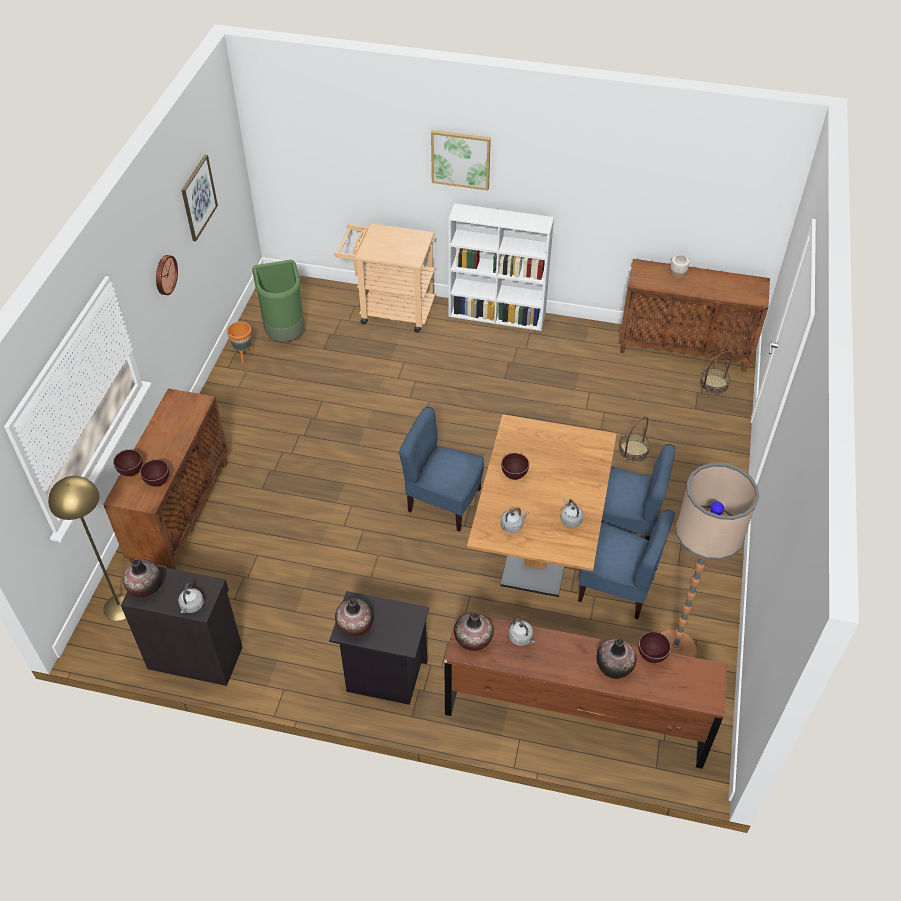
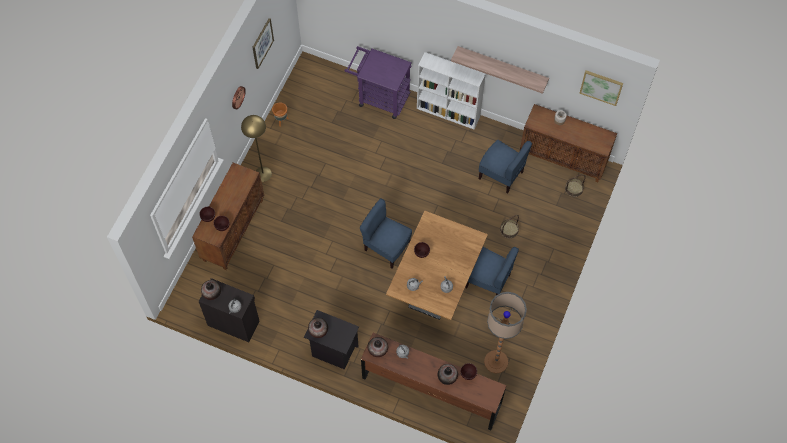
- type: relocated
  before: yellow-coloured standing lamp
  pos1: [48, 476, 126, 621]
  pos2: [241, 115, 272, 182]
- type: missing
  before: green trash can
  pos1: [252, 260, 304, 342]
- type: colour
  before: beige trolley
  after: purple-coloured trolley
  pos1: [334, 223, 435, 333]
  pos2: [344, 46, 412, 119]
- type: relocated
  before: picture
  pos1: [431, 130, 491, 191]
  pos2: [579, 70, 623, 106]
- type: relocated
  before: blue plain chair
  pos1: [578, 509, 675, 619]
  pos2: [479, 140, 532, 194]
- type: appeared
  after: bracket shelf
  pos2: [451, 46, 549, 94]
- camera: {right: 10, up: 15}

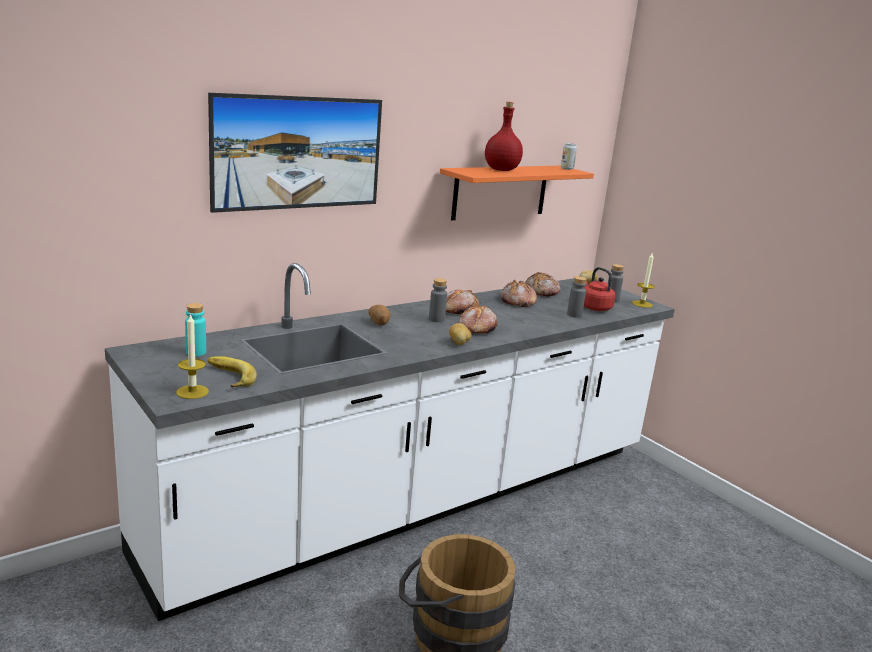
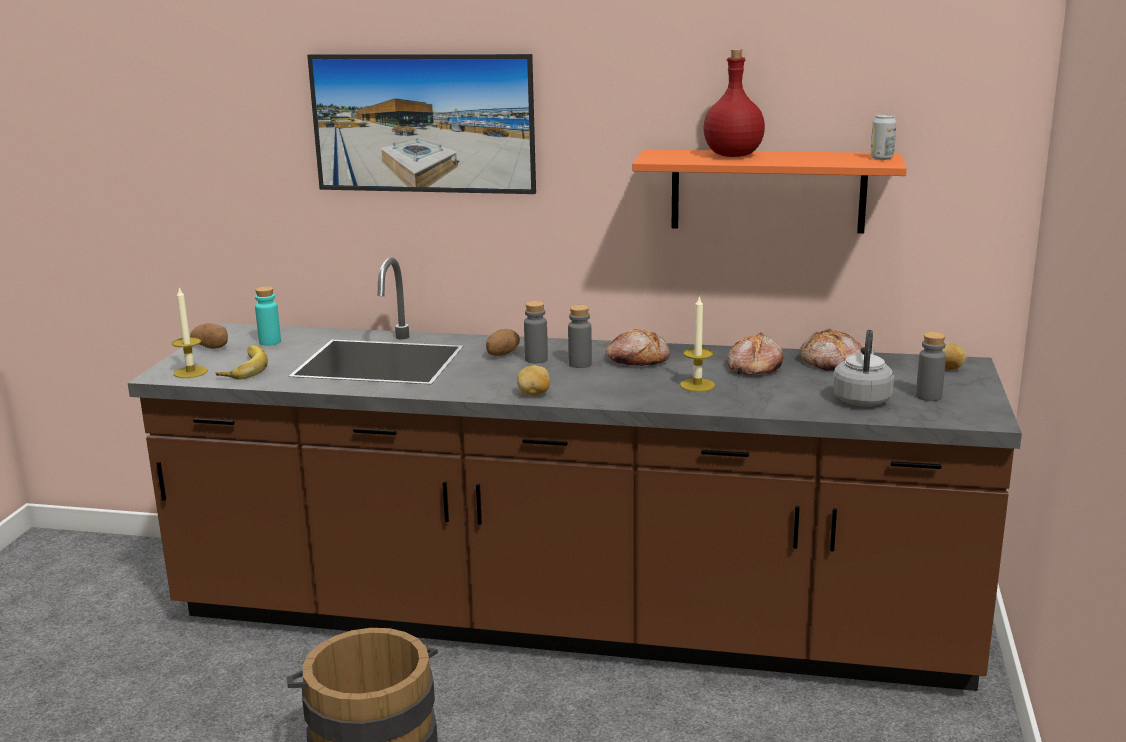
- type: colour
  before: whitish kitchen counter
  after: brown kitchen counter
  pos1: [105, 263, 675, 621]
  pos2: [128, 257, 1022, 691]
- type: missing
  before: bread
  pos1: [458, 305, 498, 333]
- type: relocated
  before: grey drink bottle
  pos1: [567, 276, 586, 318]
  pos2: [524, 301, 548, 363]
- type: colour
  before: red-coloured water kettle
  after: grey water kettle
  pos1: [584, 267, 615, 311]
  pos2: [833, 329, 894, 406]
- type: relocated
  before: wax light
  pos1: [632, 253, 655, 308]
  pos2: [680, 295, 715, 392]
- type: appeared
  after: whole potato
  pos2: [190, 323, 228, 349]
- camera: {right: 50, up: 0}

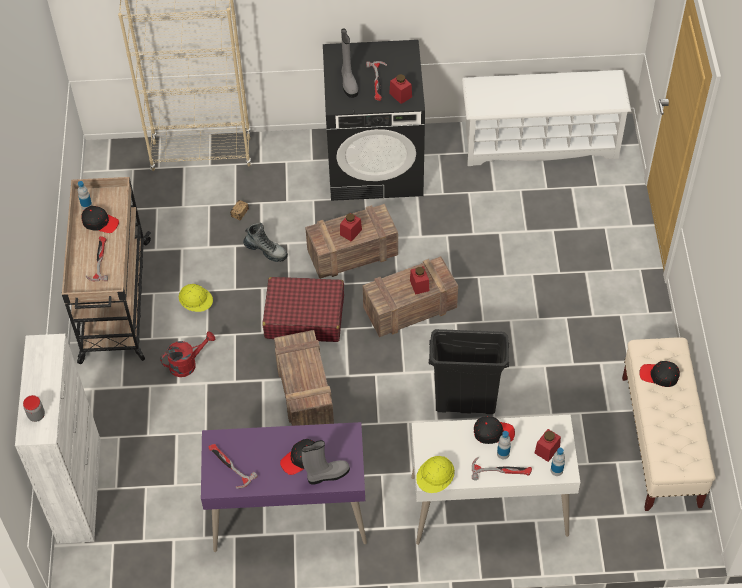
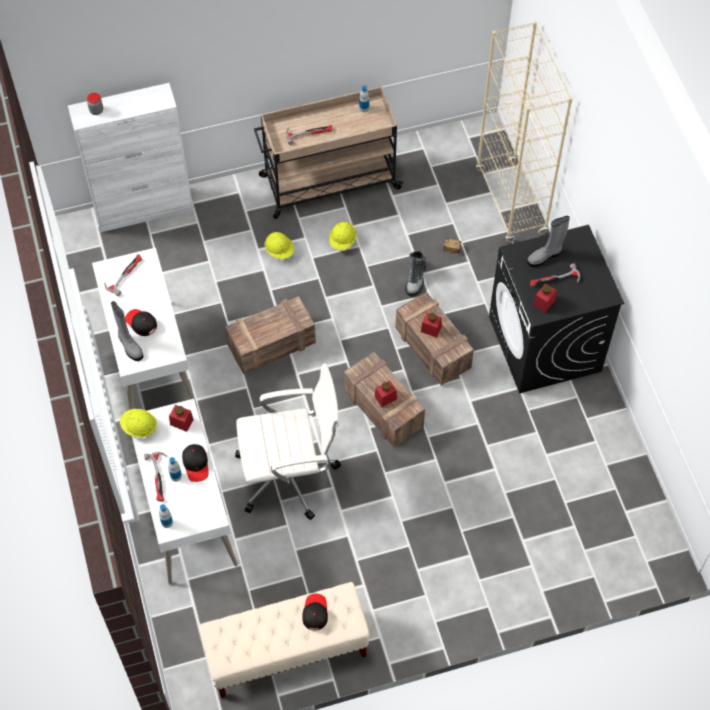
- type: missing
  before: black-coloured baseball cap
  pos1: [82, 206, 119, 233]
- type: exchanged
  before: red-coloured watering can
  after: yellow-coloured work helmet
  pos1: [160, 332, 215, 377]
  pos2: [265, 232, 294, 259]
- type: colour
  before: purple-coloured desk table
  after: whitish desk table
  pos1: [201, 422, 367, 552]
  pos2: [92, 248, 197, 410]
- type: missing
  before: red-coloured travel case
  pos1: [262, 277, 344, 342]
- type: exchanged
  before: black-coloured trash can
  after: whitish desk chair
  pos1: [429, 329, 509, 414]
  pos2: [235, 363, 341, 520]
- type: missing
  before: whitish shoe rack
  pos1: [462, 70, 631, 166]
- type: relocated
  before: red-coloured preserve jar
  pos1: [535, 429, 561, 462]
  pos2: [169, 405, 194, 432]
- camera: {right: 75, up: 5}

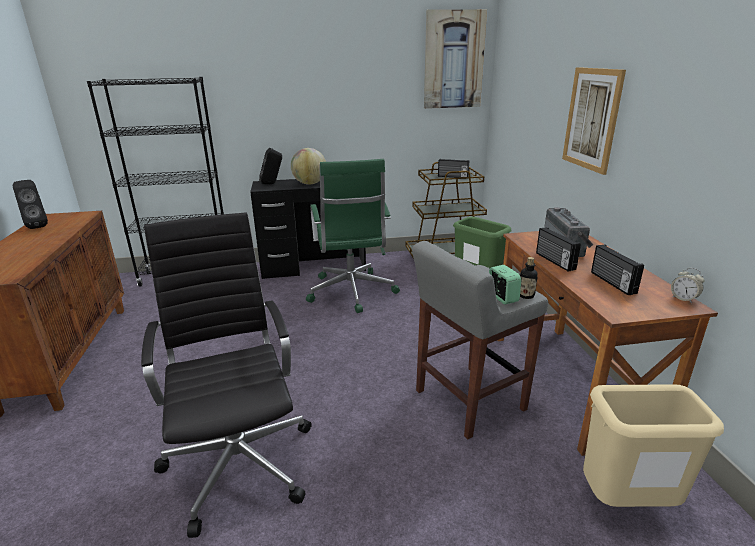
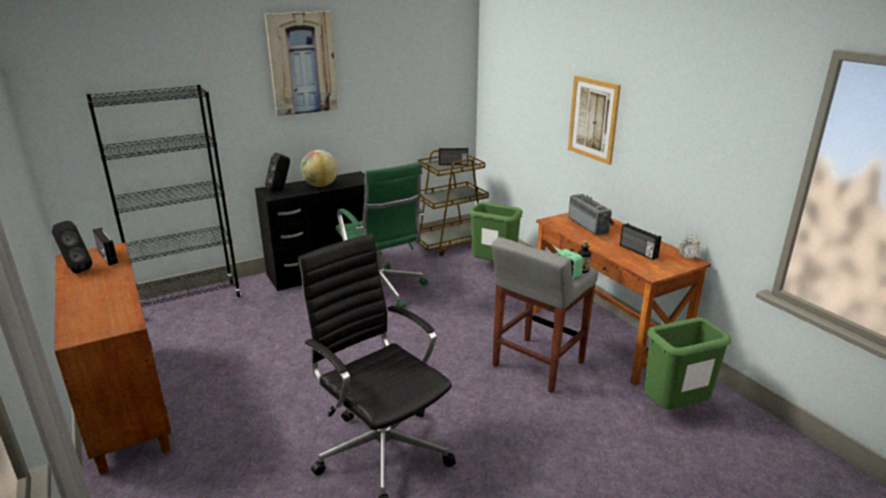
- type: relocated
  before: picture
  pos1: [424, 9, 487, 109]
  pos2: [265, 11, 338, 116]
- type: relocated
  before: radio receiver
  pos1: [536, 227, 581, 272]
  pos2: [93, 228, 118, 265]
- type: colour
  before: beige trash can
  after: green trash can
  pos1: [583, 384, 724, 507]
  pos2: [645, 317, 731, 409]
- camera: {right: -20, up: 0}

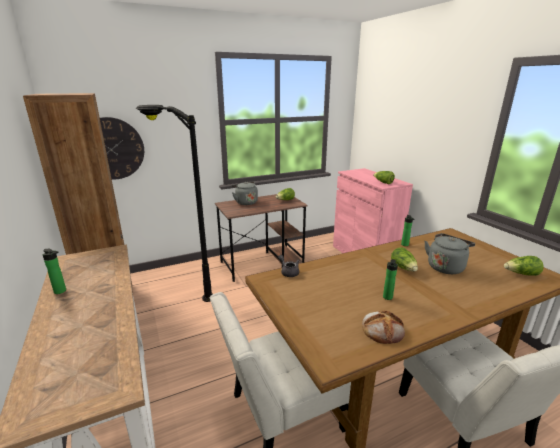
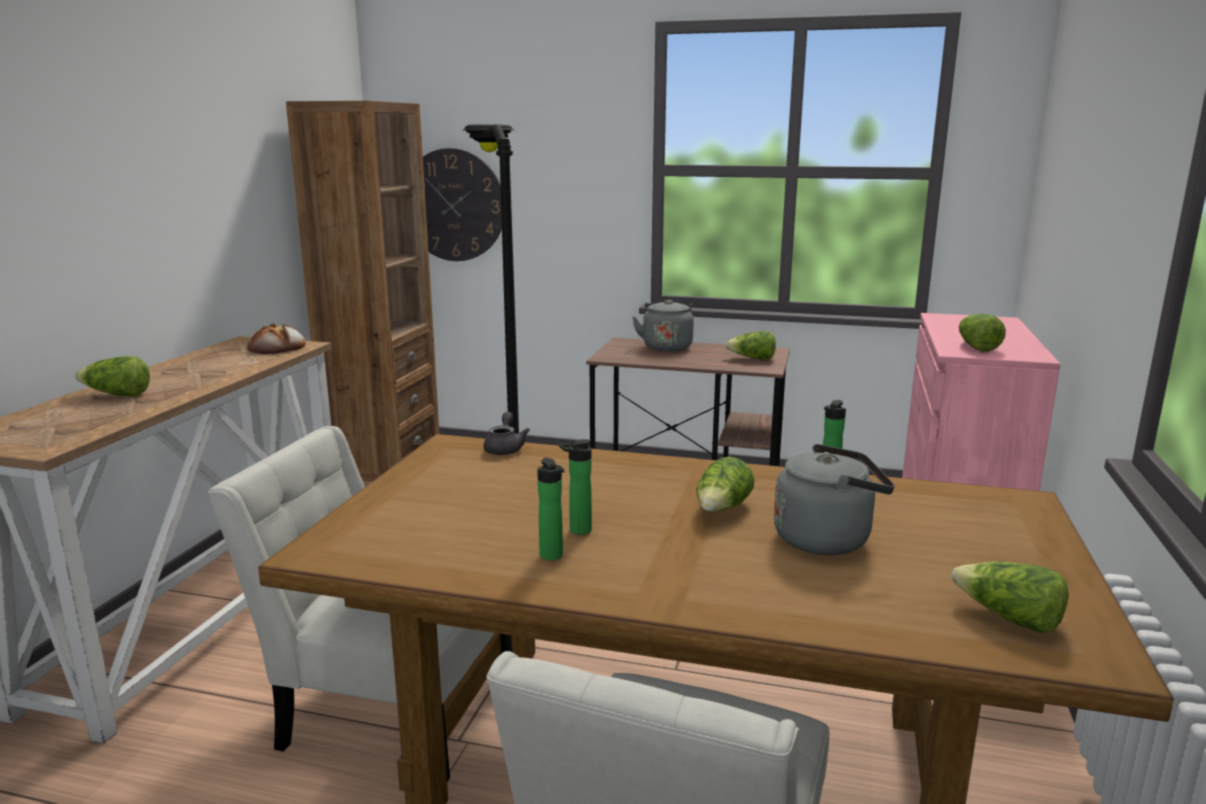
- type: relocated
  before: drink bottle
  pos1: [43, 249, 66, 294]
  pos2: [537, 458, 564, 560]
- type: relocated
  before: bread
  pos1: [362, 311, 405, 344]
  pos2: [247, 323, 306, 354]
- type: appeared
  after: lettuce head
  pos2: [75, 356, 150, 397]
- camera: {right: 40, up: -5}

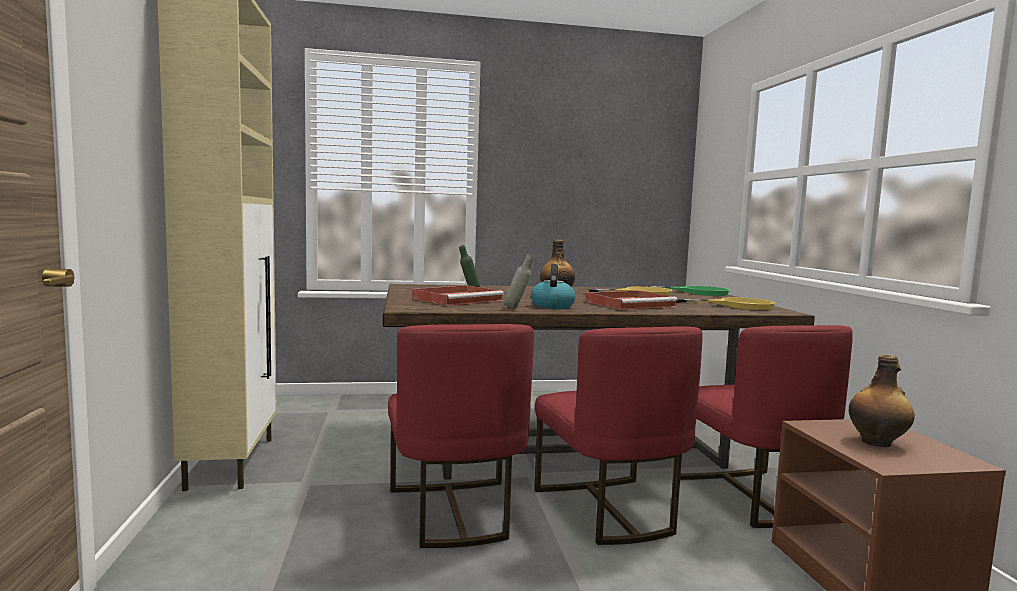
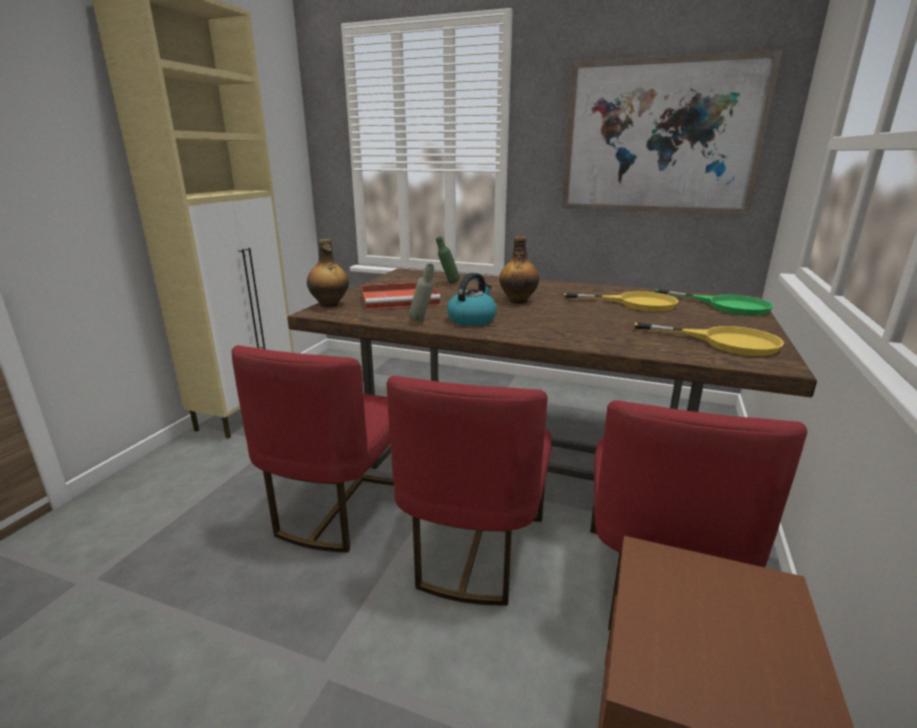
- type: missing
  before: red-coloured tray
  pos1: [586, 290, 678, 310]
- type: relocated
  before: drink bottle
  pos1: [848, 355, 915, 447]
  pos2: [307, 239, 349, 308]
- type: appeared
  after: picture
  pos2: [562, 50, 783, 215]
- camera: {right: 30, up: 15}

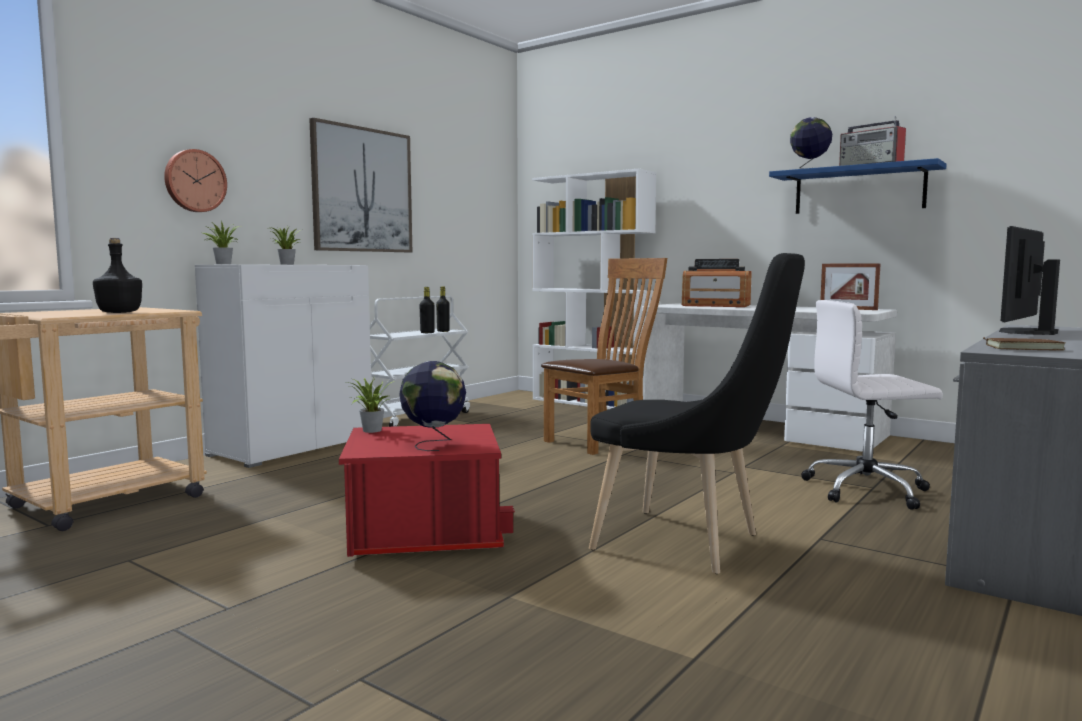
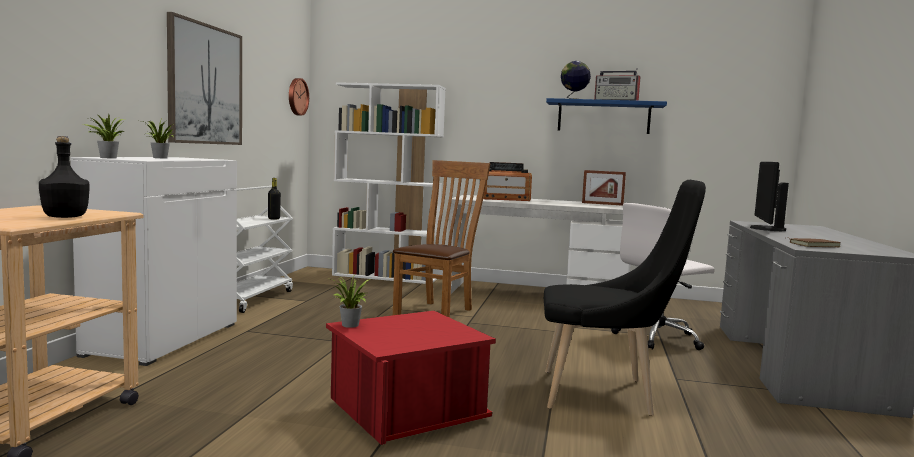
- type: relocated
  before: wall clock
  pos1: [164, 149, 227, 212]
  pos2: [289, 78, 309, 116]
- type: missing
  before: desk globe
  pos1: [400, 361, 466, 451]
- type: missing
  before: black-coloured drink bottle
  pos1: [419, 287, 435, 333]
- camera: {right: -25, up: 0}

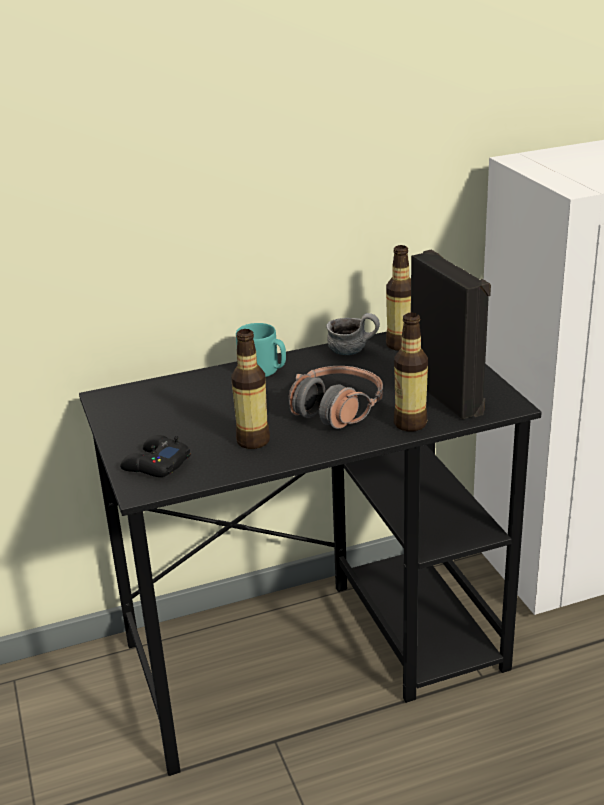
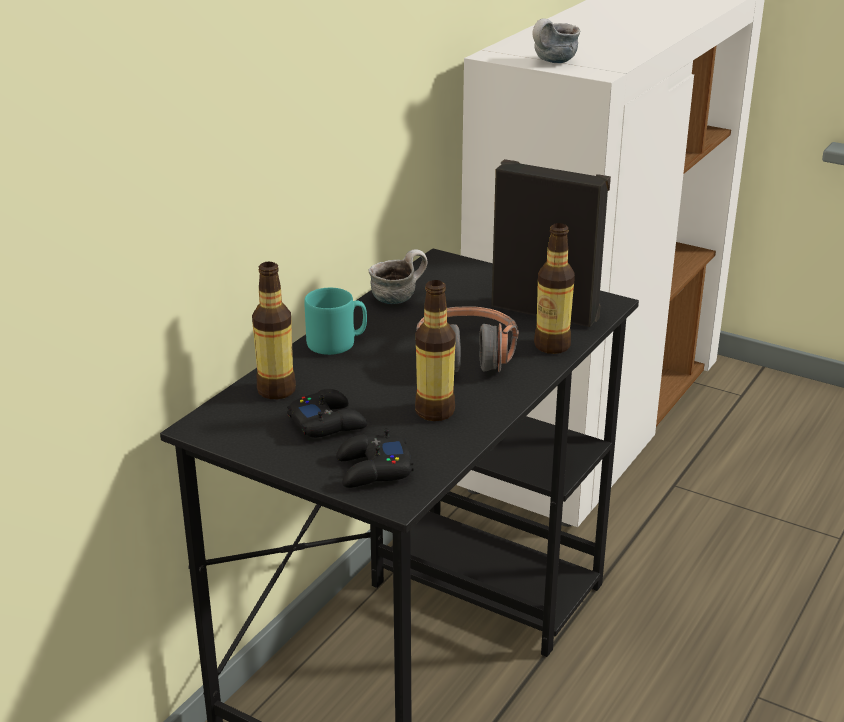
- type: relocated
  before: drink bottle
  pos1: [386, 245, 411, 351]
  pos2: [252, 262, 296, 399]
- type: appeared
  after: black-coloured gamepad
  pos2: [287, 389, 368, 438]
- type: appeared
  after: tea mug
  pos2: [532, 18, 580, 63]
- camera: {right: -40, up: 0}

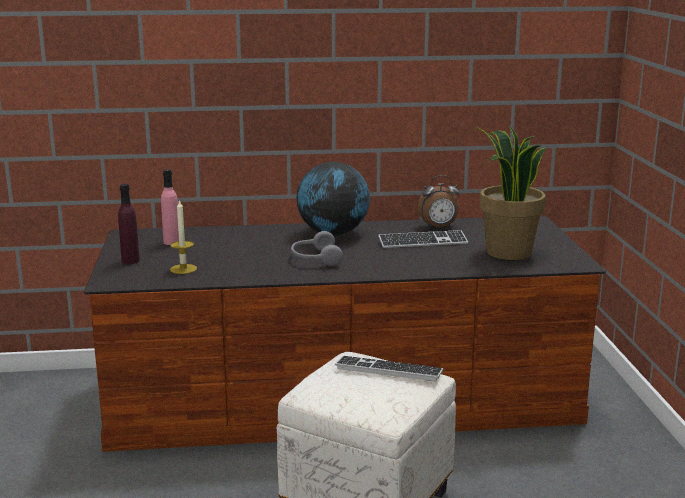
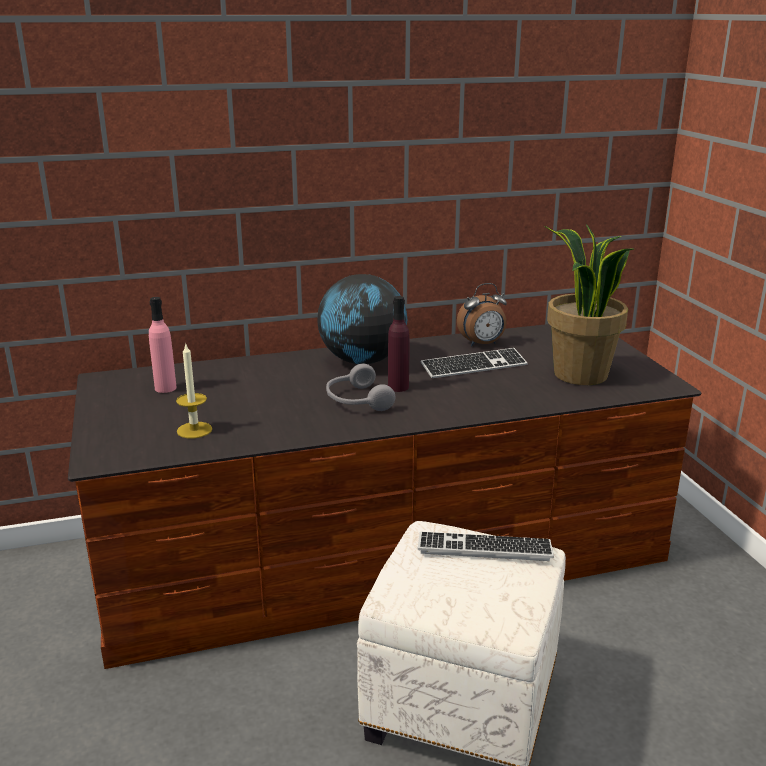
- type: relocated
  before: purple-coloured drink bottle
  pos1: [118, 184, 140, 264]
  pos2: [388, 296, 410, 392]
- camera: {right: -10, up: 5}

